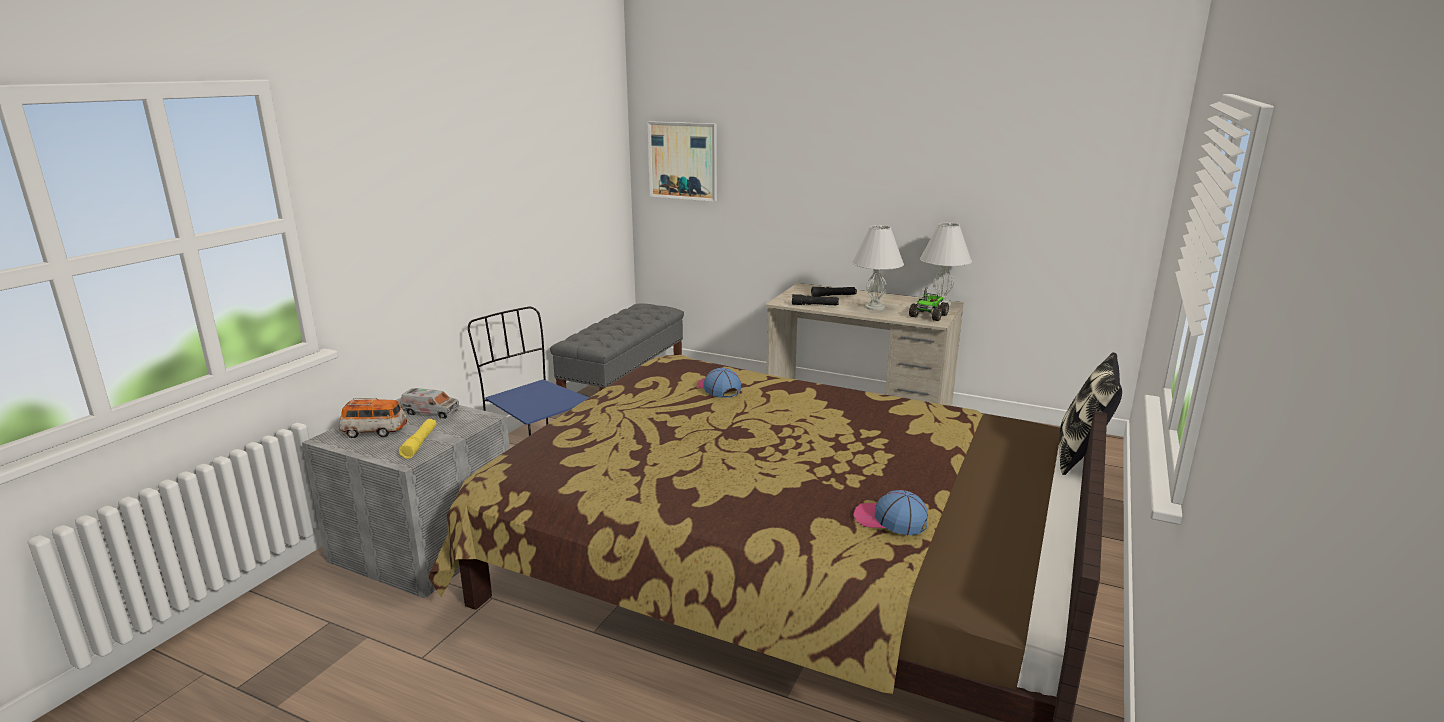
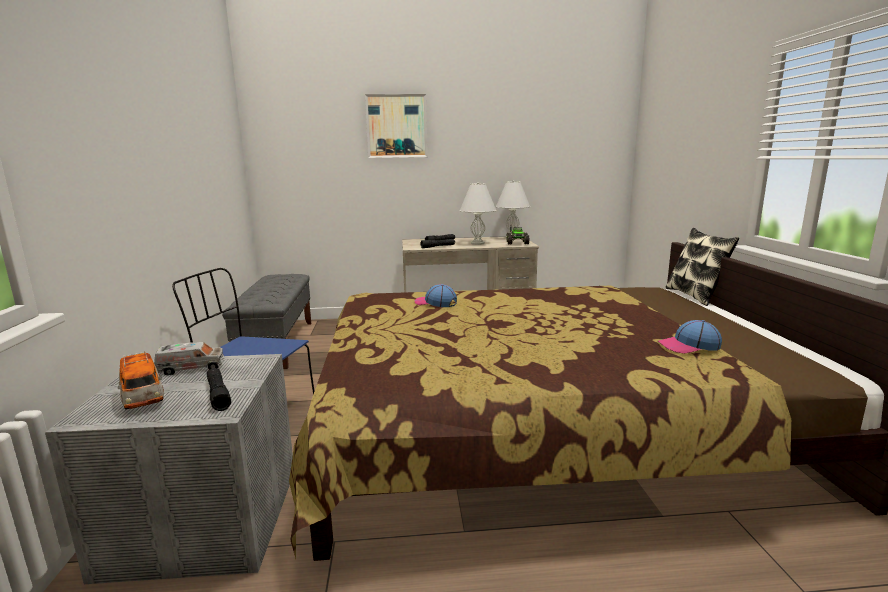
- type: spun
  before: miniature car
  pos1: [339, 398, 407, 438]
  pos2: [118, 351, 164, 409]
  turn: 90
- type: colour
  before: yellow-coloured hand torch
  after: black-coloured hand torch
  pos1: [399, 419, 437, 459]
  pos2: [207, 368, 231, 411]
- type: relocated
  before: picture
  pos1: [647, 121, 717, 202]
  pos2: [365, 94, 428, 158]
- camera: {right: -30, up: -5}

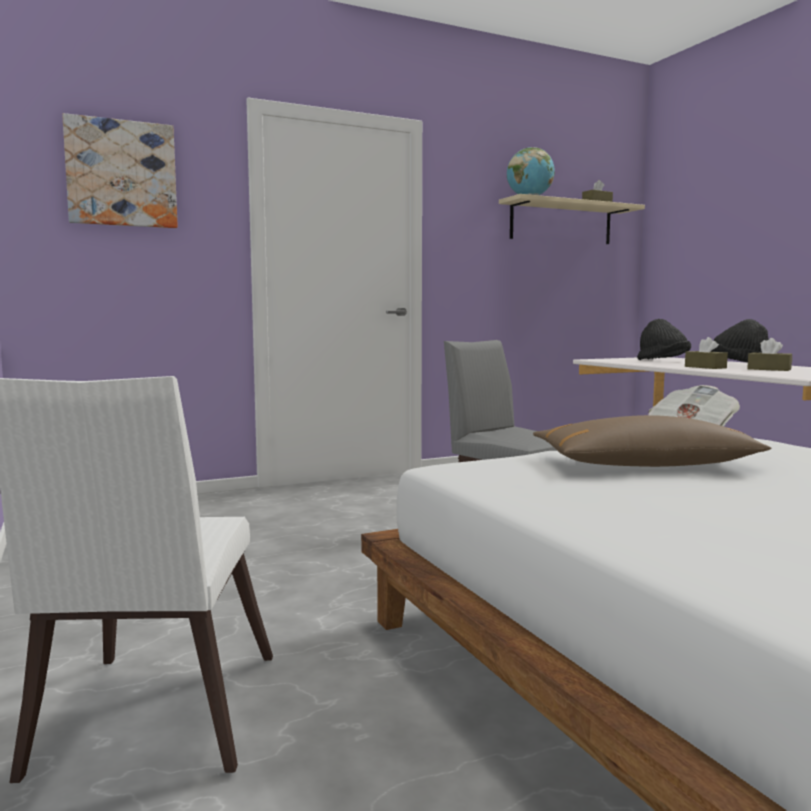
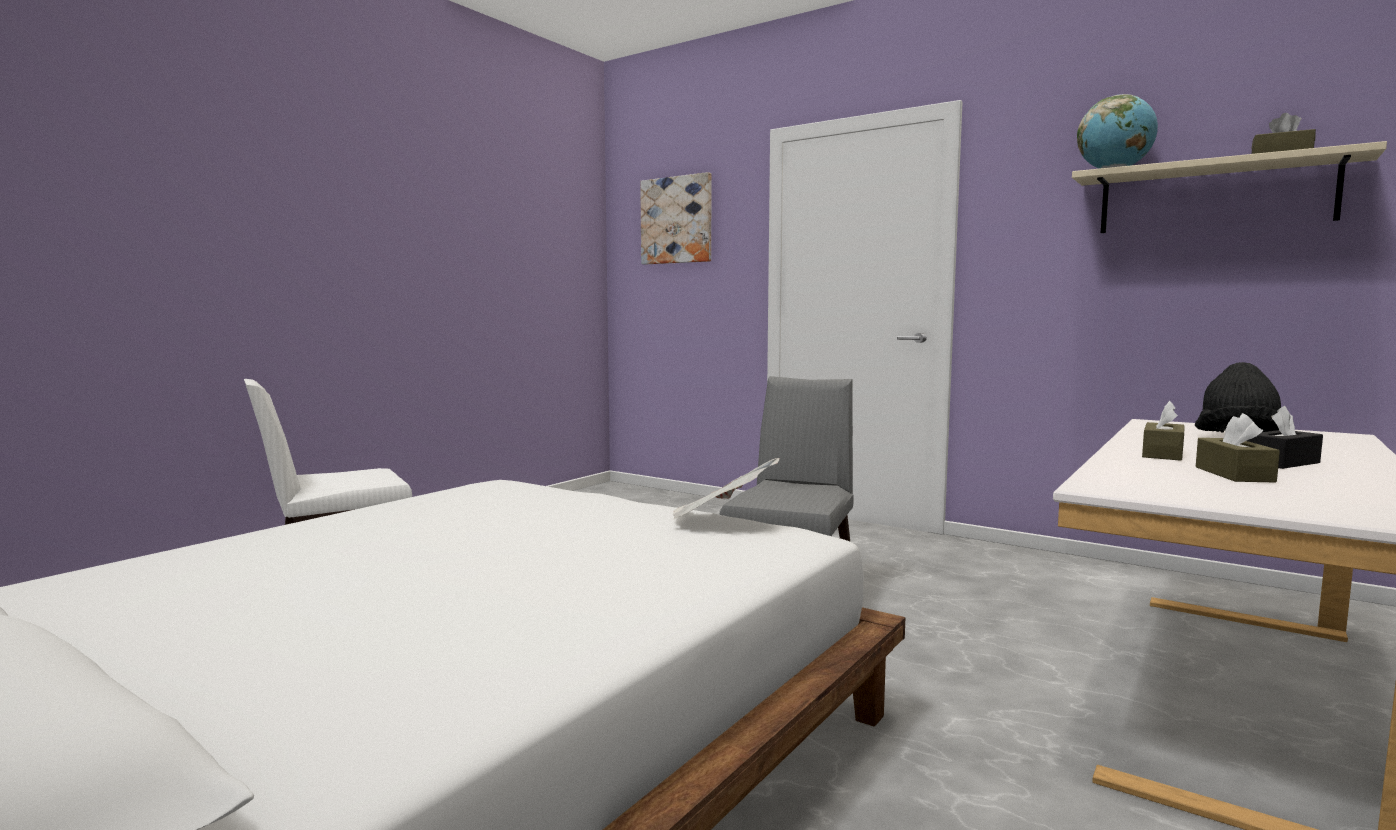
- type: missing
  before: brown pillow
  pos1: [533, 415, 772, 467]
- type: exchanged
  before: black-coloured wearable hat
  after: black-coloured tissue holder
  pos1: [711, 319, 769, 362]
  pos2: [1247, 406, 1323, 469]
- camera: {right: 60, up: 0}

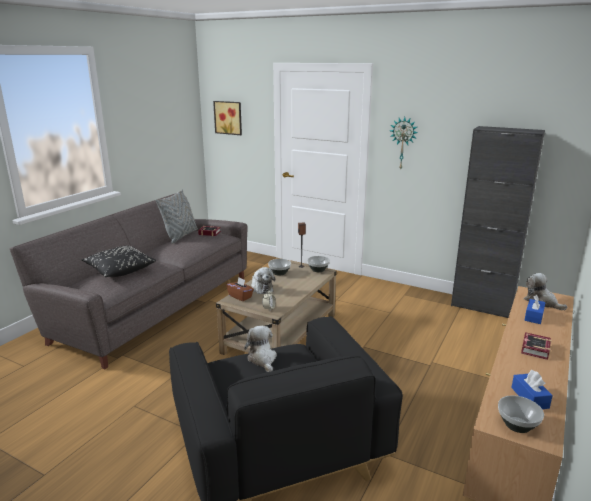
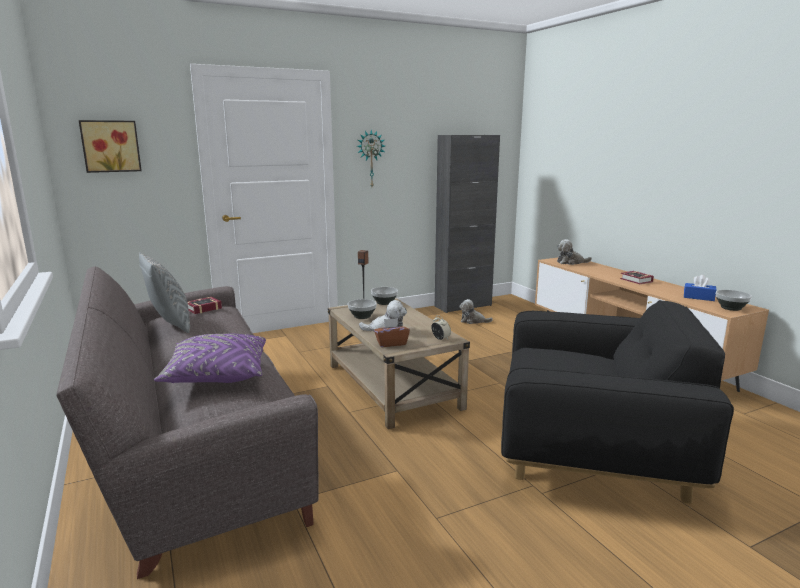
- type: colour
  before: black-coloured pillow
  after: purple-coloured pillow
  pos1: [82, 246, 156, 277]
  pos2: [154, 334, 266, 383]
- type: relocated
  before: soft toy
  pos1: [244, 326, 277, 372]
  pos2: [460, 299, 493, 324]
- type: missing
  before: blue tissue holder
  pos1: [525, 295, 546, 324]
- camera: {right: -55, up: -5}

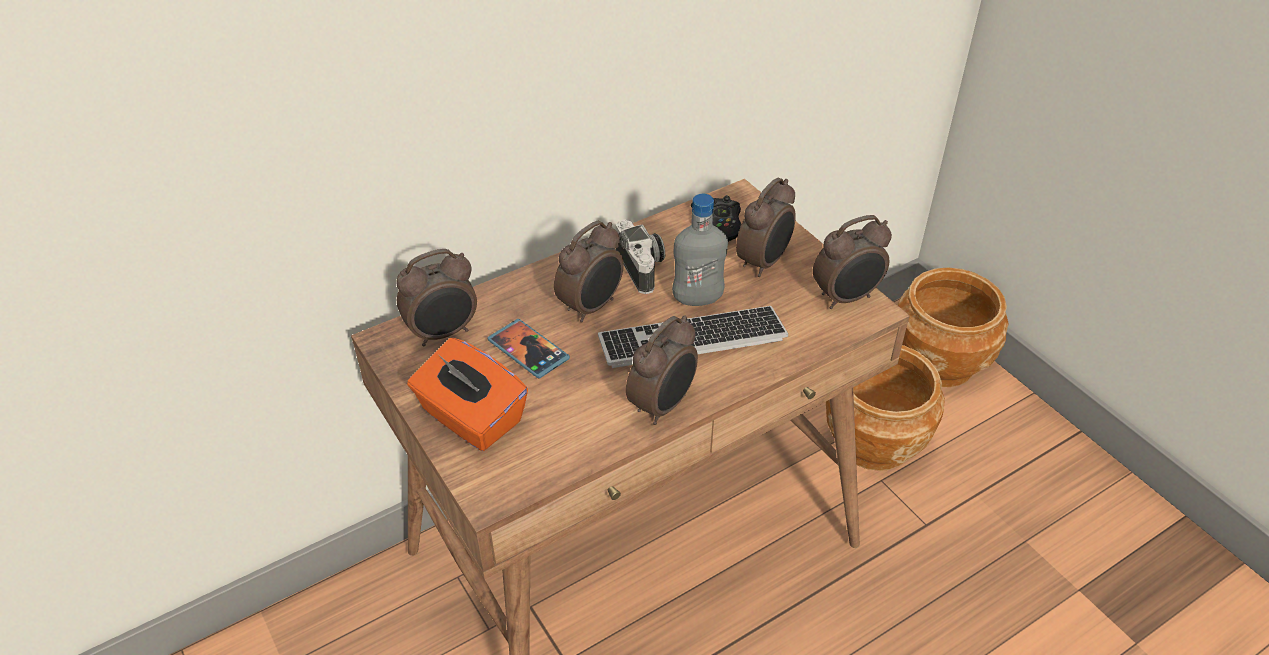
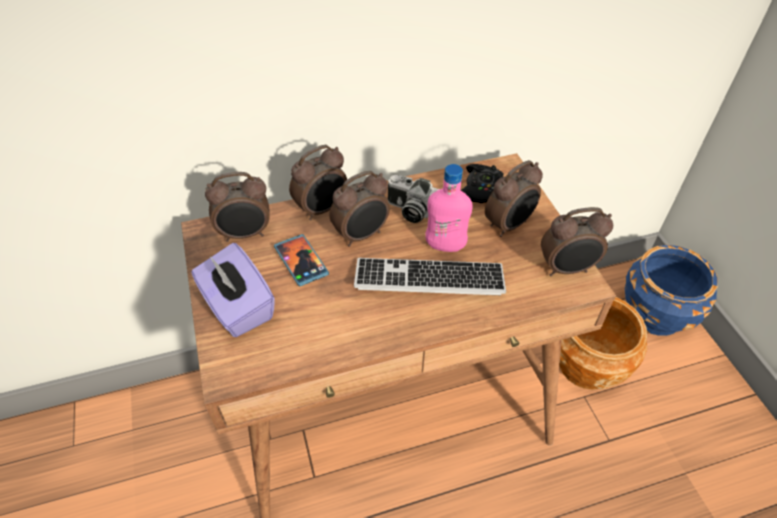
- type: colour
  before: orangey tissue holder
  after: purple-coloured tissue holder
  pos1: [407, 338, 528, 451]
  pos2: [191, 243, 275, 337]
- type: spun
  before: photo camera
  pos1: [616, 219, 665, 294]
  pos2: [387, 175, 440, 223]
  turn: 120
- type: relocated
  before: bedside clock
  pos1: [626, 315, 698, 425]
  pos2: [289, 145, 347, 220]
- type: colour
  before: grey drink bottle
  after: pinkish drink bottle
  pos1: [672, 194, 728, 306]
  pos2: [425, 164, 473, 252]
- type: colour
  before: brown flower pot
  after: blue flower pot
  pos1: [897, 267, 1009, 387]
  pos2: [625, 245, 718, 336]
- camera: {right: 15, up: 5}

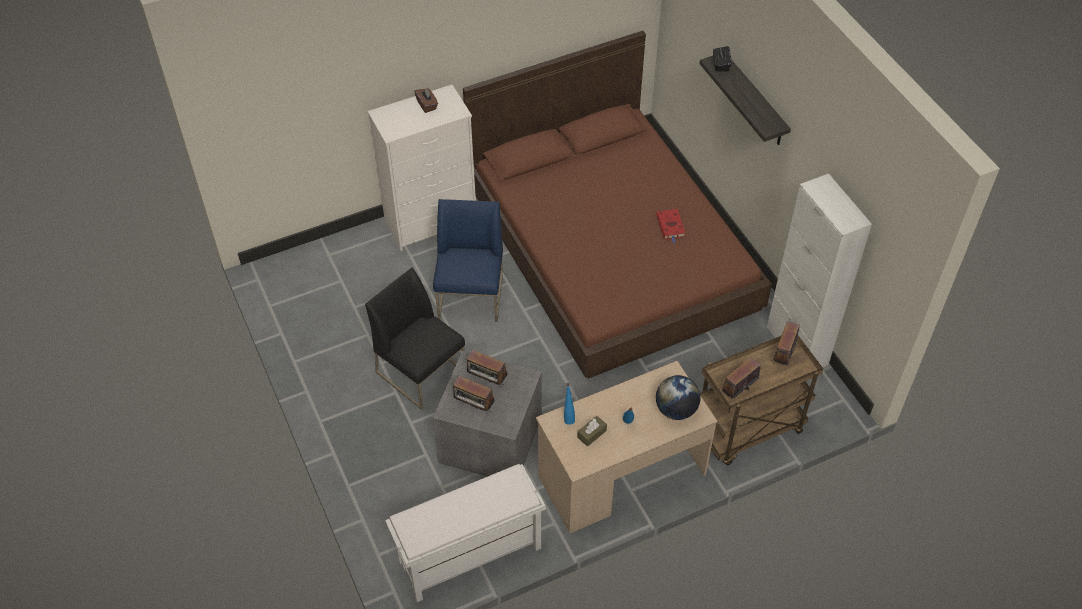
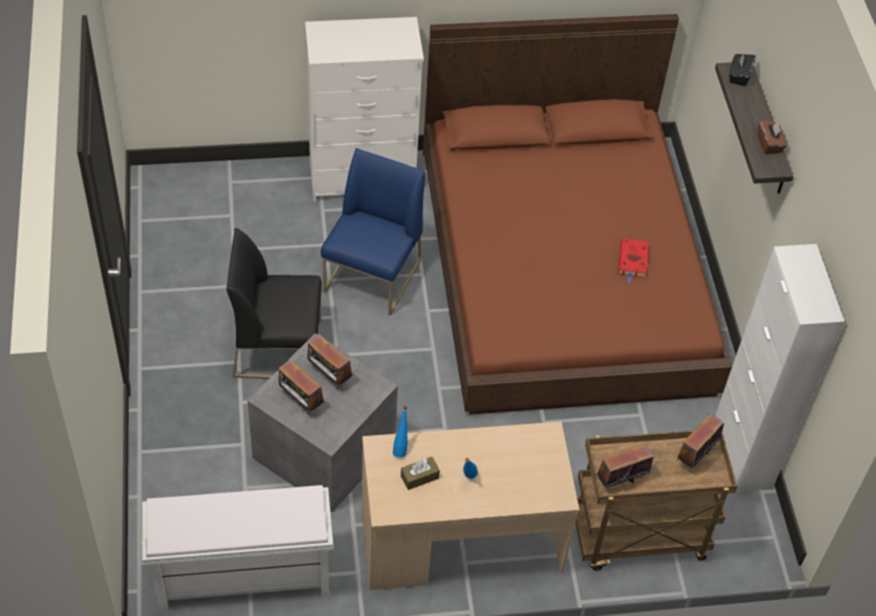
- type: spun
  before: black-coloured plain chair
  pos1: [365, 267, 465, 410]
  pos2: [226, 228, 322, 379]
  turn: -60
- type: relocated
  before: brown tissue holder
  pos1: [414, 87, 438, 113]
  pos2: [758, 120, 787, 154]
- type: missing
  before: desk globe
  pos1: [656, 375, 701, 420]
- camera: {right: 15, up: 0}

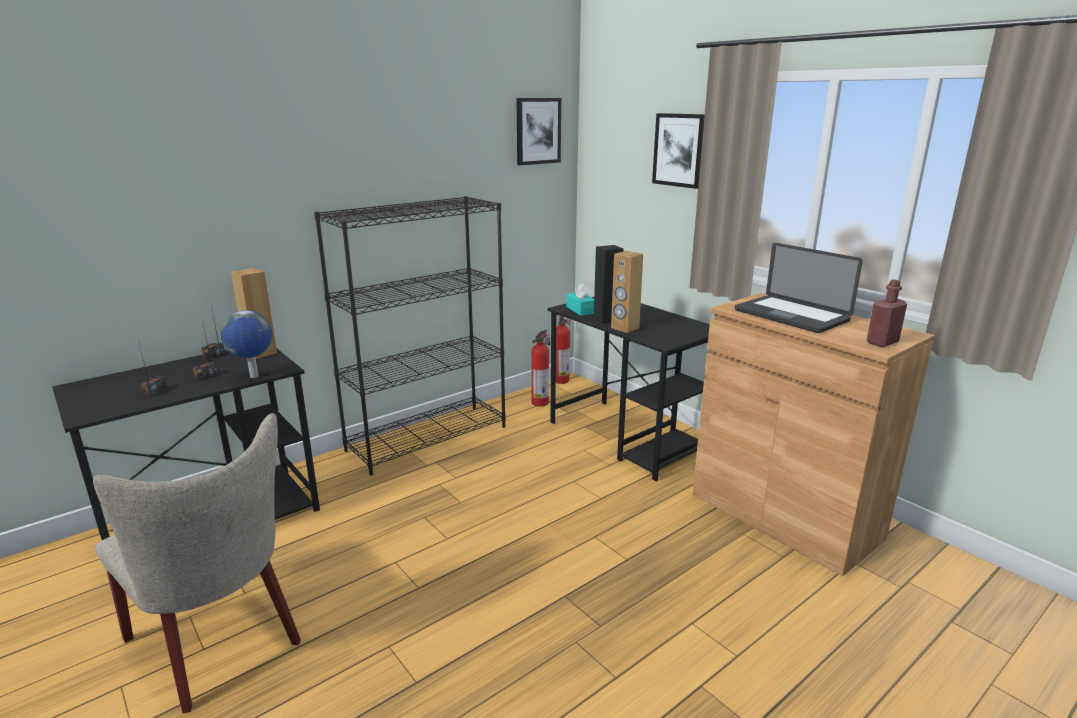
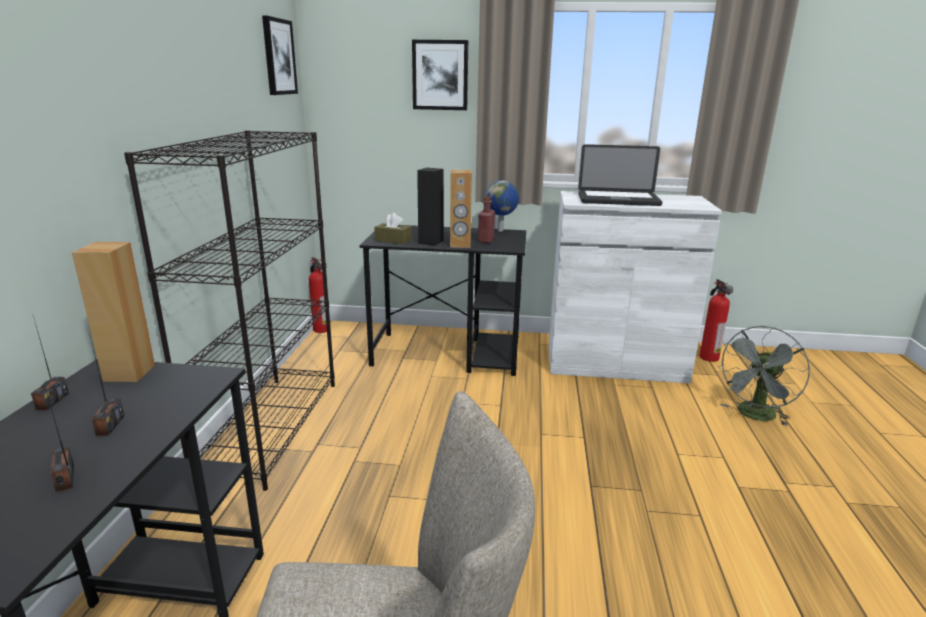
- type: relocated
  before: desk globe
  pos1: [221, 310, 273, 378]
  pos2: [485, 180, 519, 232]
- type: relocated
  before: fire-fighting cylinder
  pos1: [531, 330, 550, 407]
  pos2: [699, 279, 733, 362]
- type: colour
  before: blue-green tissue holder
  after: brown tissue holder
  pos1: [566, 284, 594, 316]
  pos2: [374, 213, 412, 244]
- type: colour
  before: brown cabinet
  after: whitish cabinet
  pos1: [693, 293, 935, 576]
  pos2: [549, 191, 722, 383]
- type: relocated
  before: red-coloured drink bottle
  pos1: [867, 280, 907, 347]
  pos2: [478, 196, 495, 243]
- type: appeared
  after: grey cooling fan
  pos2: [717, 326, 810, 426]
- camera: {right: -45, up: 0}

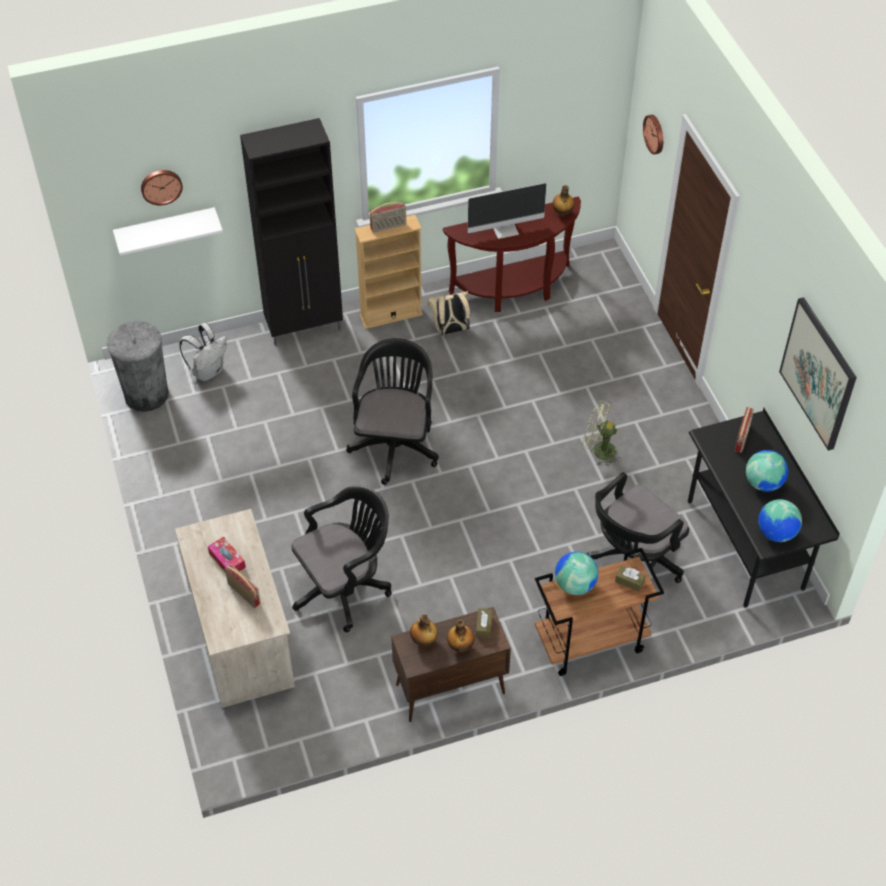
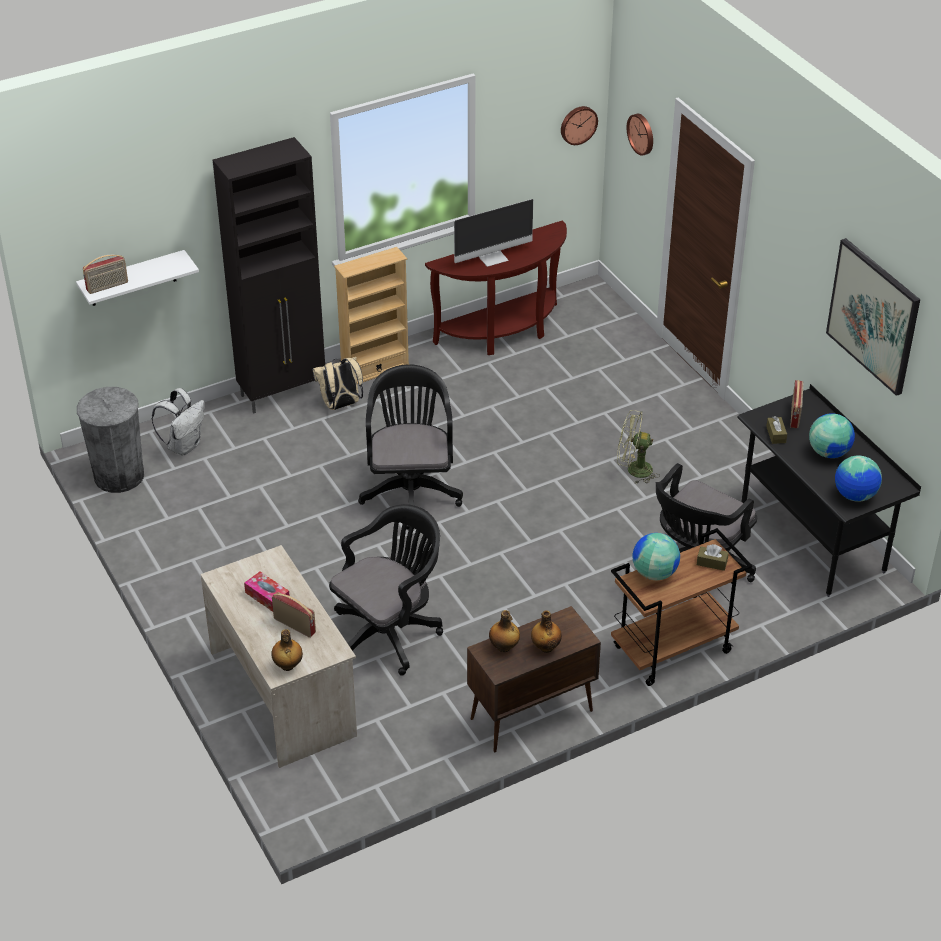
- type: relocated
  before: wall clock
  pos1: [141, 170, 183, 205]
  pos2: [561, 106, 598, 145]
- type: relocated
  before: radio receiver
  pos1: [370, 202, 406, 233]
  pos2: [83, 255, 128, 294]
- type: relocated
  before: beige knapsack
  pos1: [428, 291, 470, 336]
  pos2: [313, 357, 363, 410]
- type: relocated
  before: brown tissue holder
  pos1: [476, 608, 492, 638]
  pos2: [766, 416, 787, 444]
- type: relocated
  before: drink bottle
  pos1: [552, 185, 575, 217]
  pos2: [271, 629, 303, 671]
- camera: {right: -10, up: -10}

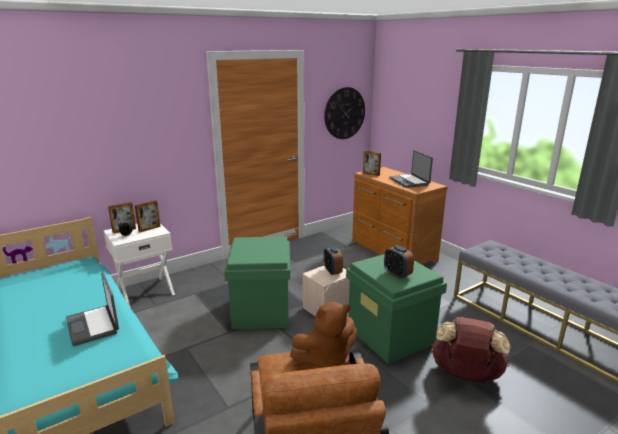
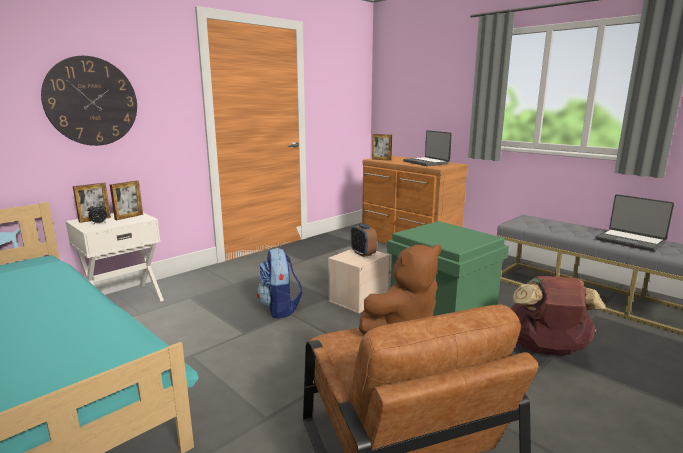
- type: relocated
  before: notebook computer
  pos1: [66, 272, 119, 346]
  pos2: [596, 194, 674, 252]
- type: exchanged
  before: green storage box
  after: knapsack
  pos1: [224, 236, 290, 329]
  pos2: [257, 248, 303, 319]
- type: relocated
  before: wall clock
  pos1: [324, 87, 365, 139]
  pos2: [41, 56, 137, 146]
- type: missing
  before: bedside clock
  pos1: [384, 245, 414, 279]
- camera: {right: -10, up: -5}

